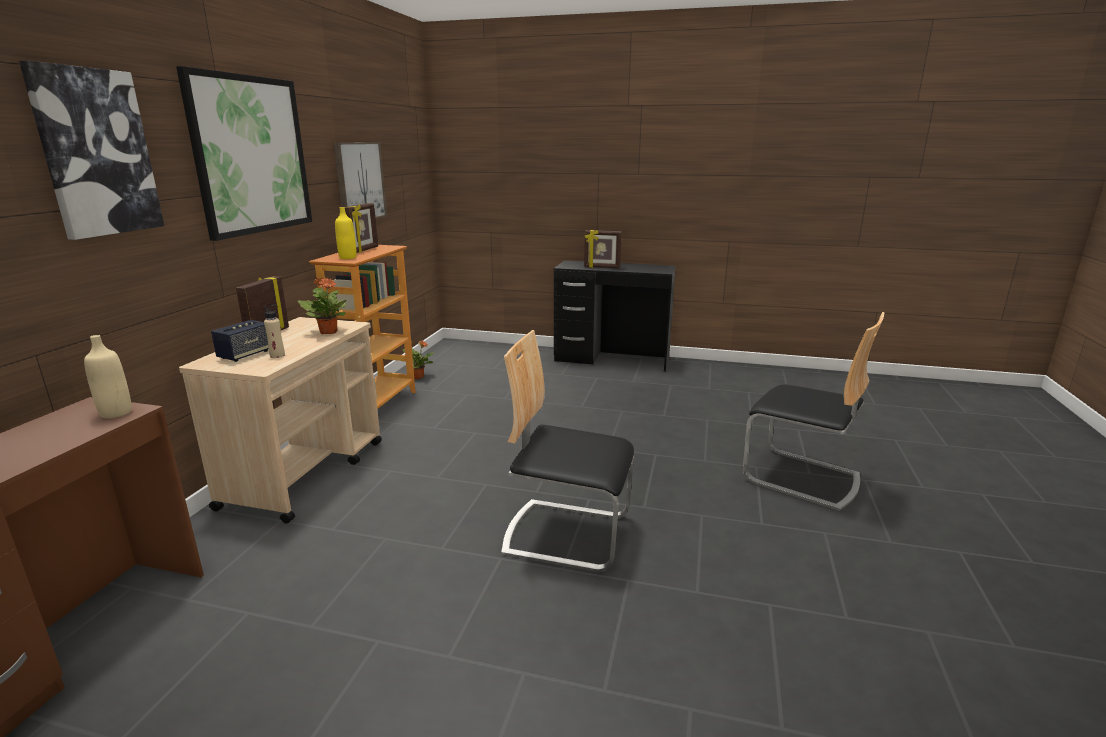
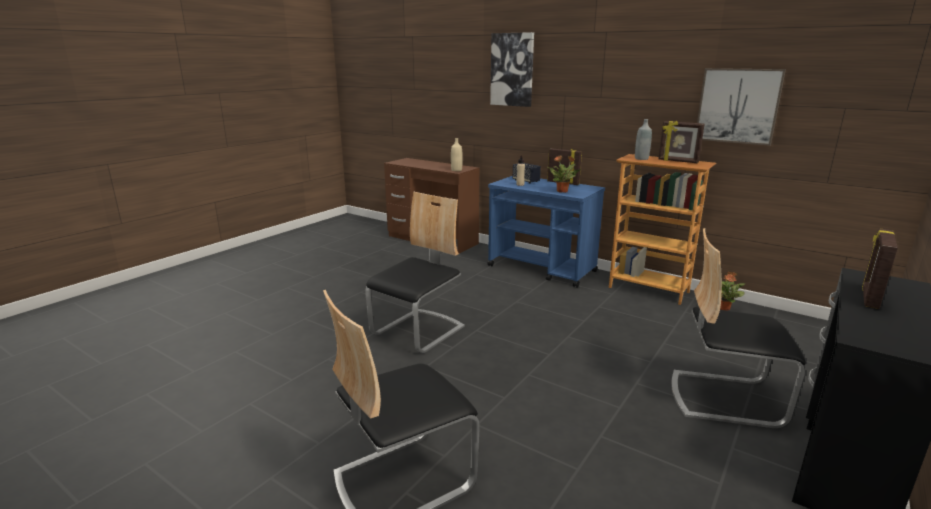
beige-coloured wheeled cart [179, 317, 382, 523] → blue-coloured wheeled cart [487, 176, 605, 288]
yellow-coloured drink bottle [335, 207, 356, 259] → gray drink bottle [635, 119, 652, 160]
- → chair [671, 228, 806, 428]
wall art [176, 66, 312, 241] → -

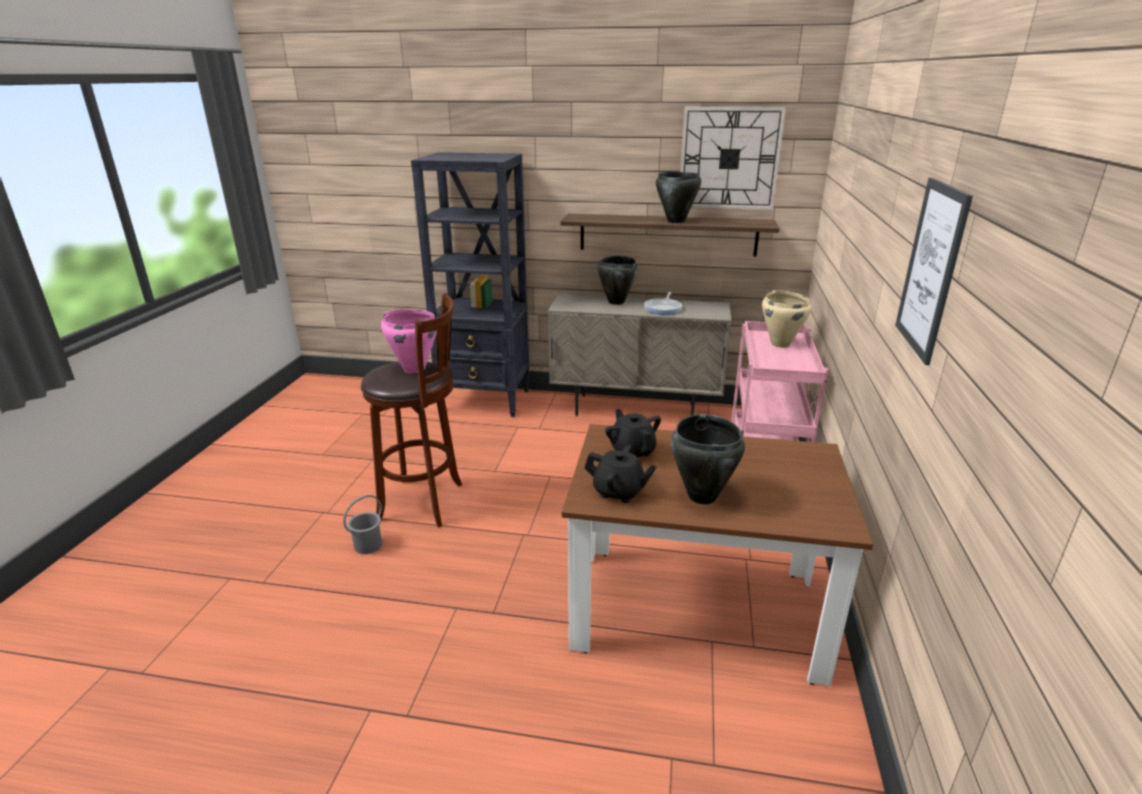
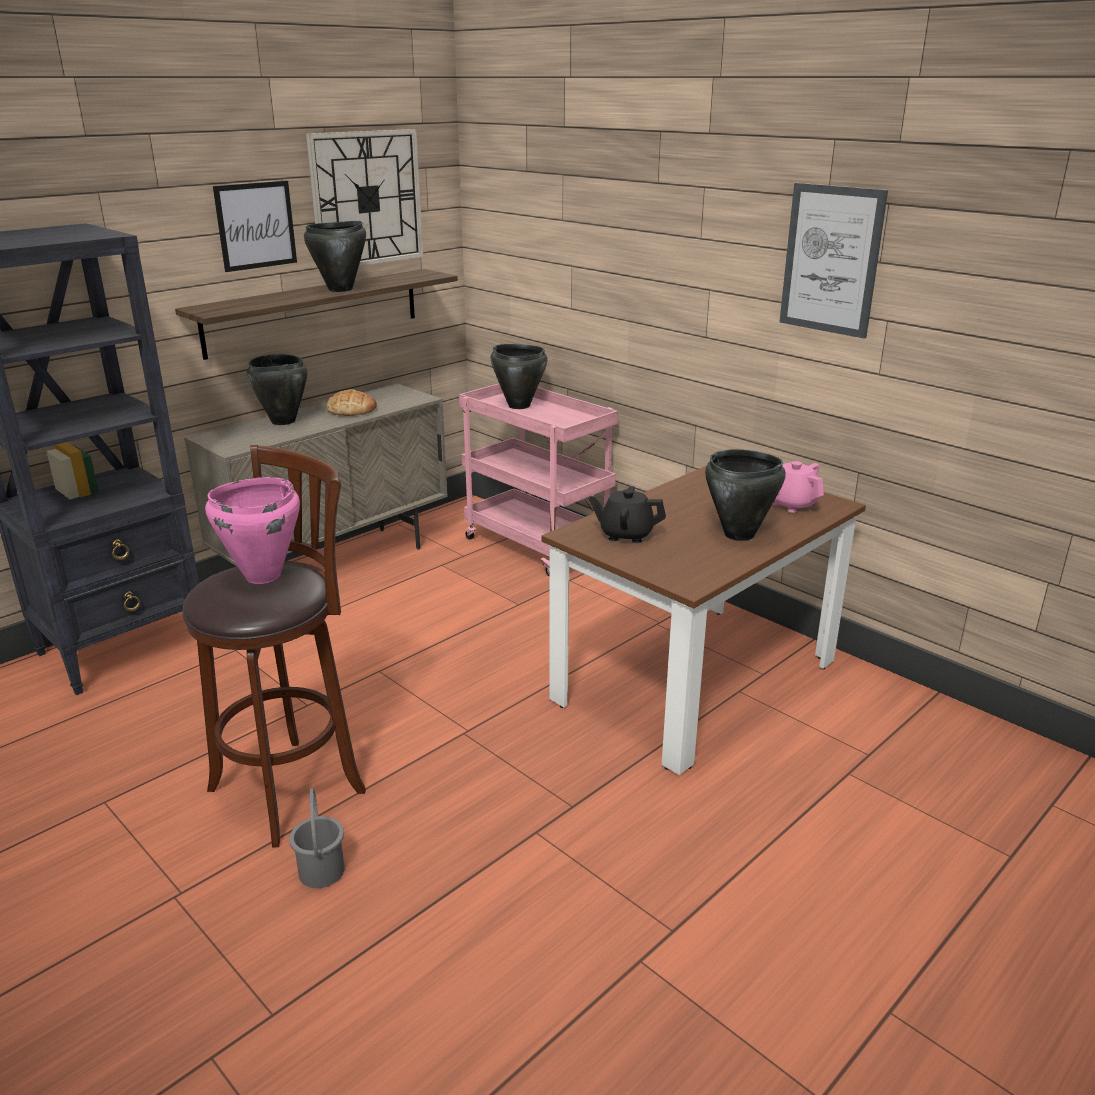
- → wall art [213, 181, 297, 272]
pan [644, 292, 682, 314] → baked bread [326, 389, 377, 416]
beige-coloured saucepot [762, 290, 811, 348] → blackish saucepot [490, 344, 547, 409]
- → pink-coloured teapot [773, 461, 824, 513]
blackish teapot [585, 445, 657, 503] → -

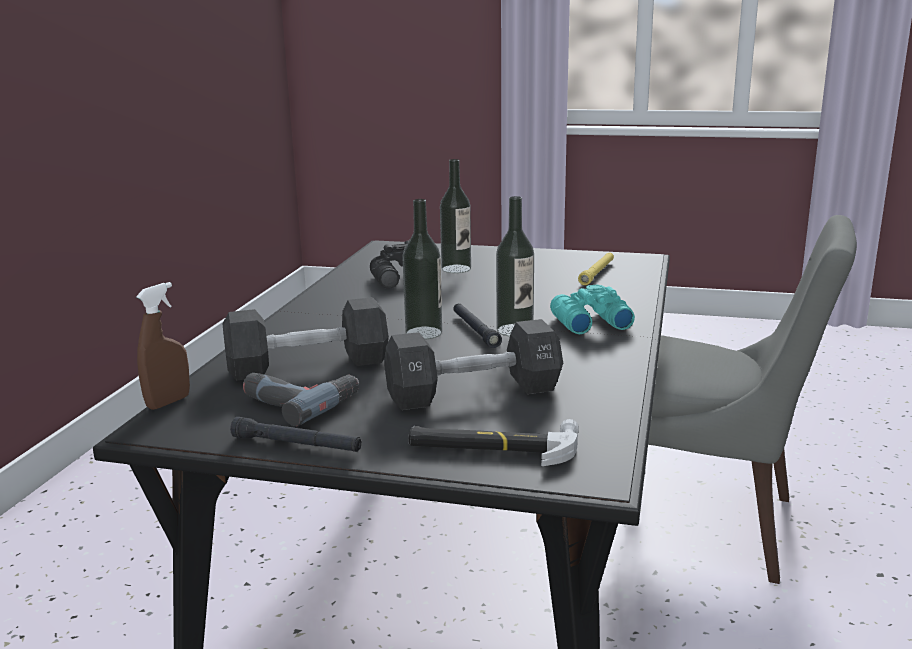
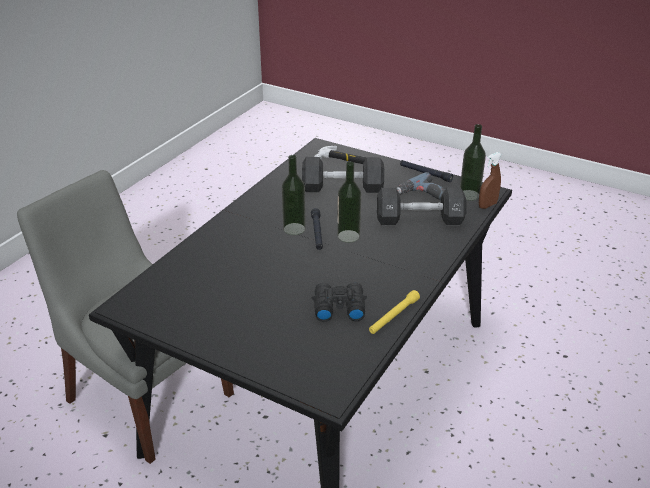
yellow-coloured torch [578, 253, 614, 285] → yellow-coloured torch [369, 290, 420, 334], moved
drink bottle [440, 159, 471, 273] → drink bottle [460, 124, 486, 201], moved
turquoise binoculars [550, 285, 635, 334] → -

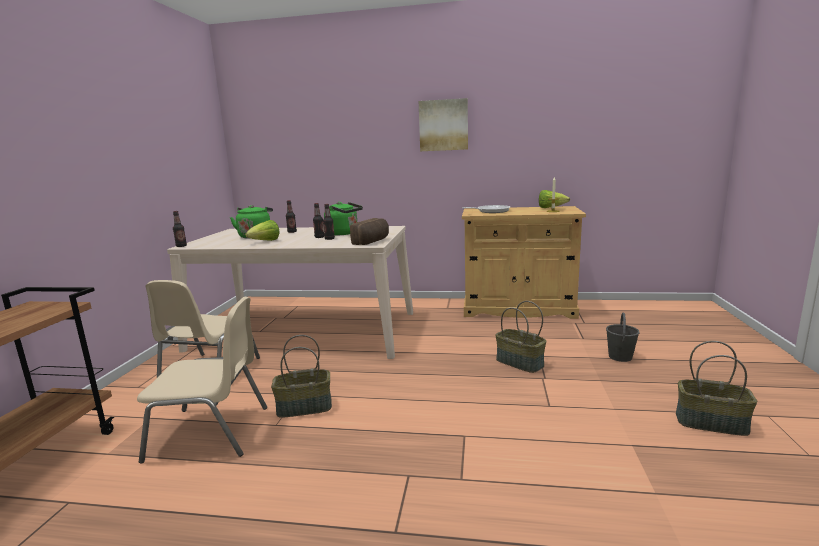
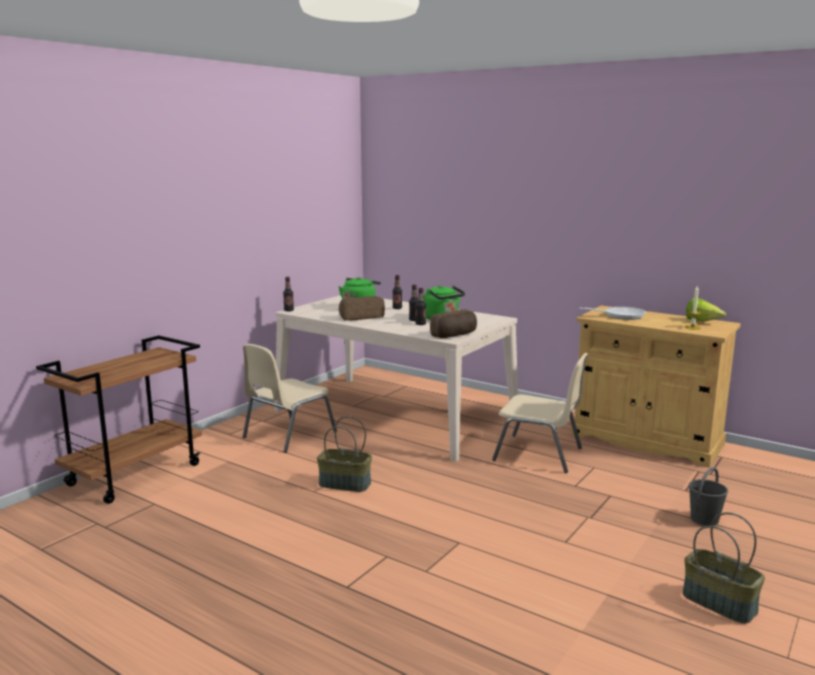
lettuce [245, 220, 279, 241] → baked bread [339, 296, 385, 321]
beige-coloured chair [137, 297, 267, 463] → beige-coloured chair [492, 353, 589, 473], moved
wall art [419, 98, 468, 151] → -
household basket [496, 301, 546, 373] → -

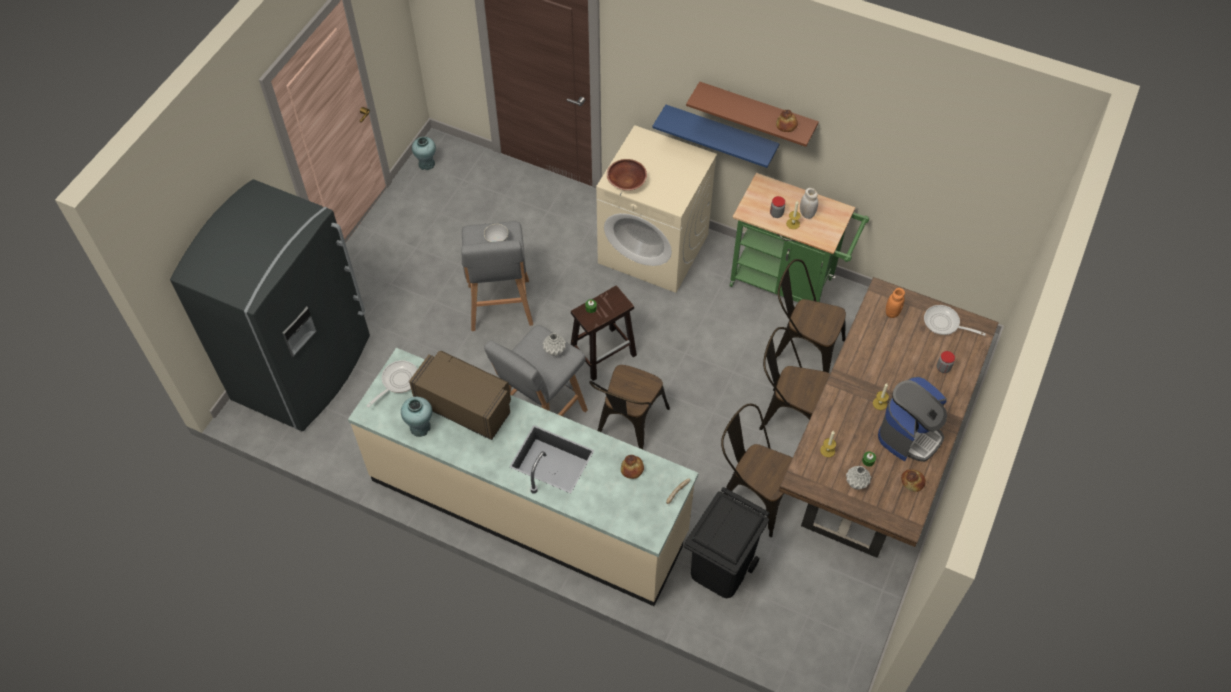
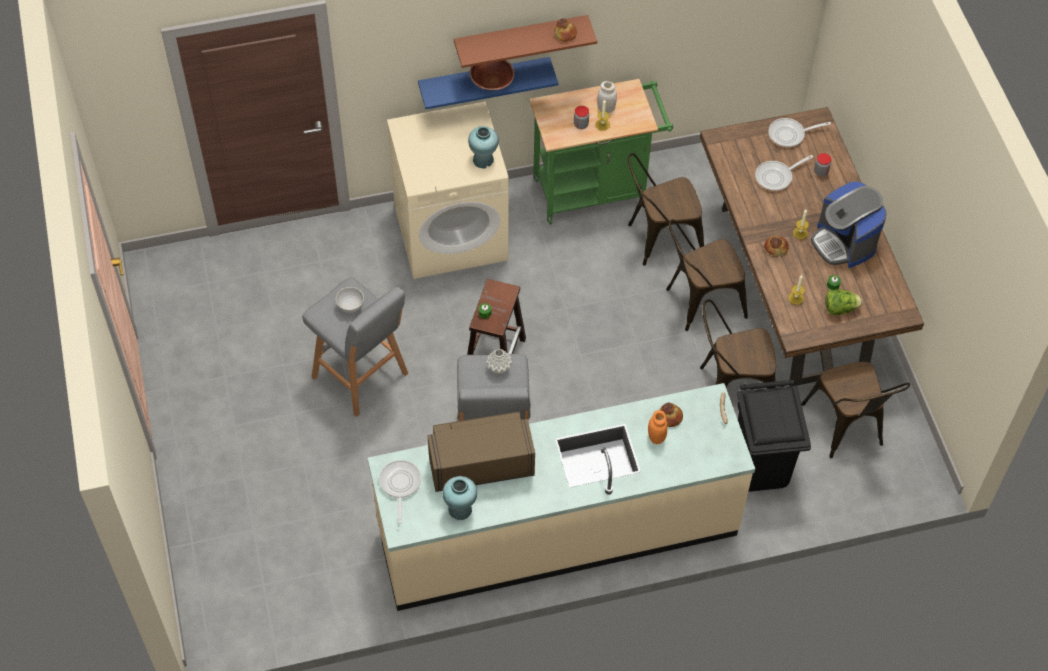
turquoise decorative vase [412, 137, 436, 170] → turquoise decorative vase [468, 126, 499, 169], moved
brownish deep dish [607, 159, 647, 191] → brownish deep dish [469, 60, 515, 90], moved
orange-coloured jar [886, 288, 905, 318] → orange-coloured jar [648, 410, 667, 444], moved
- → pan [755, 155, 813, 191]
baked bread [901, 469, 926, 492] → baked bread [764, 236, 789, 256], moved
brownish chair [589, 365, 670, 450] → brownish chair [801, 362, 910, 458], moved
coffee machine [878, 377, 947, 462] → coffee machine [811, 181, 886, 268], 150 degrees clockwise
gray decorative vase [846, 466, 871, 489] → lettuce [825, 289, 862, 315]
gray refrigerator [170, 179, 370, 431] → -

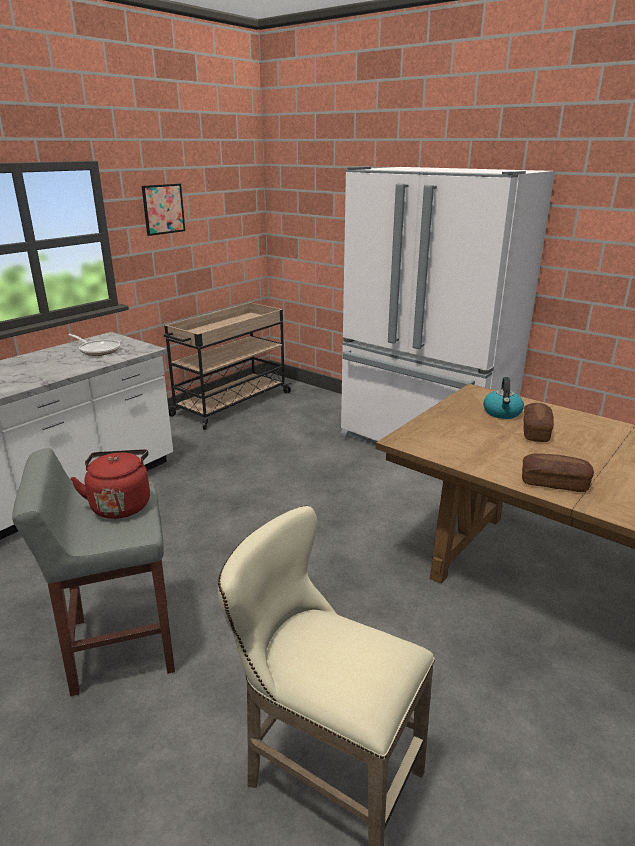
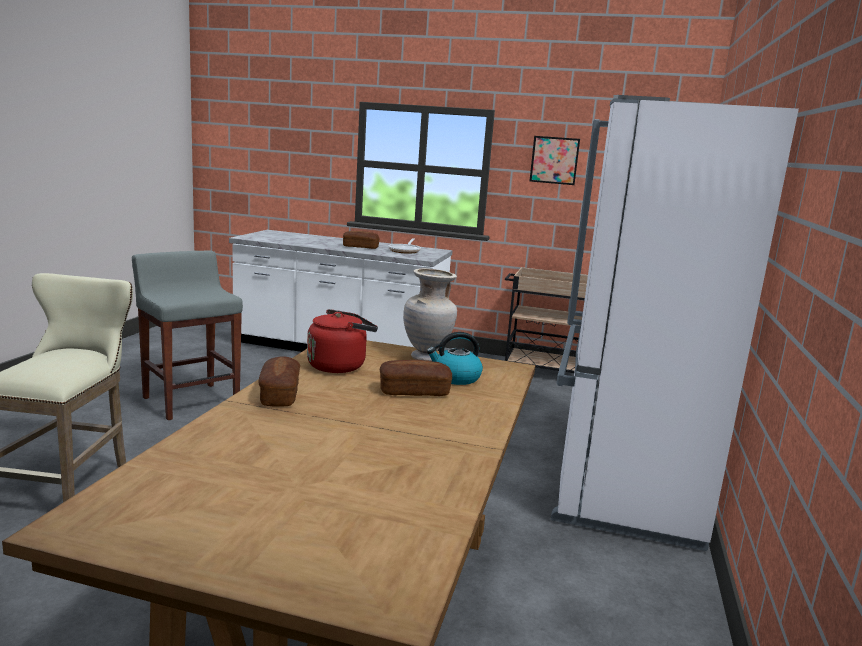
red-coloured kettle [70, 449, 150, 519] → red-coloured kettle [307, 309, 378, 373], moved
- → baked bread [343, 231, 380, 249]
- → beige-coloured decorative vase [403, 268, 457, 361]

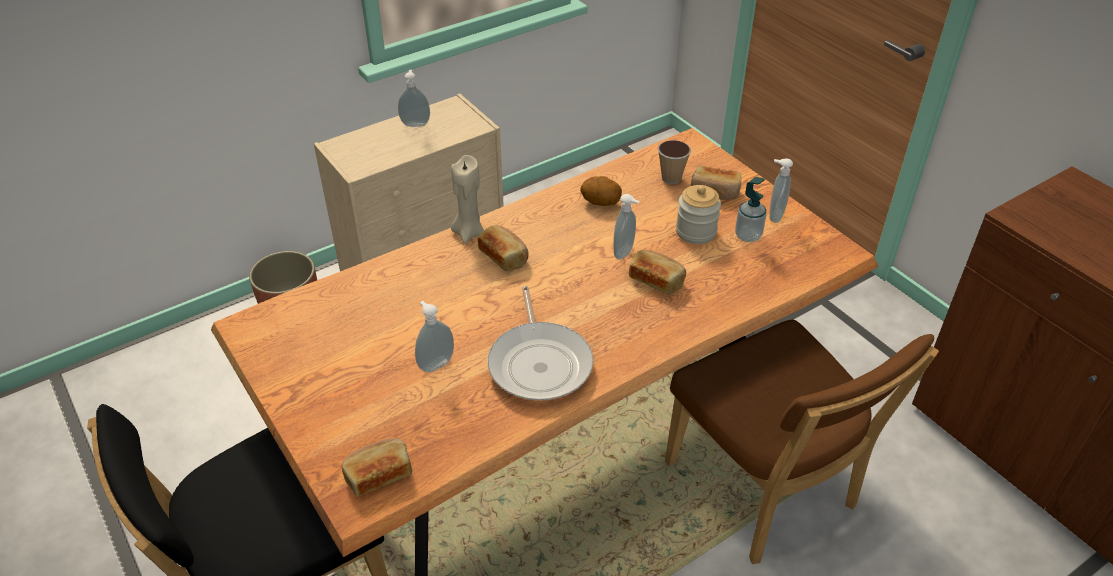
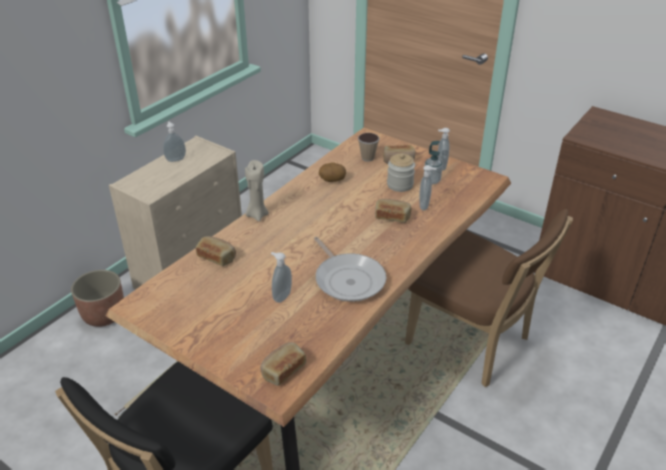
baked bread [478, 225, 529, 271] → baked bread [196, 236, 236, 266], moved
liquid soap bottle [613, 194, 639, 260] → liquid soap bottle [419, 165, 437, 210], moved

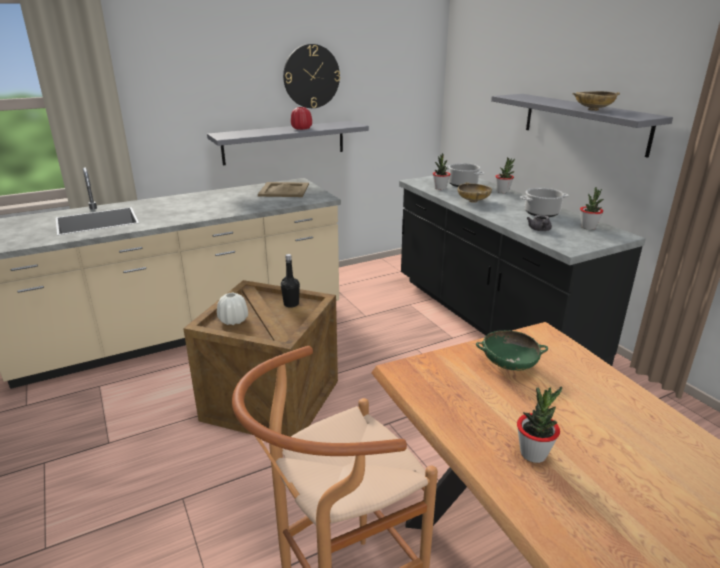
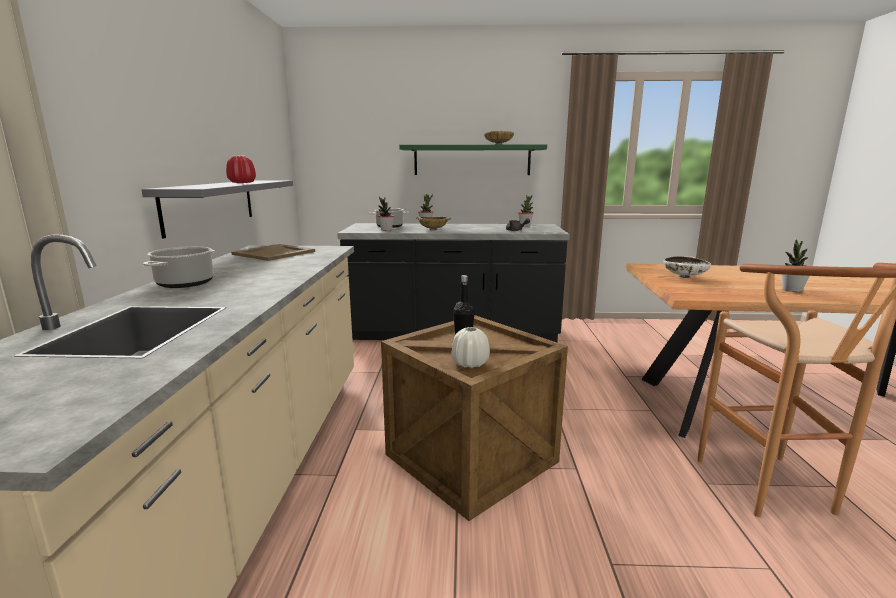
saucepot [520, 188, 569, 217] → saucepot [143, 246, 215, 288], moved
gray bracket shelf [491, 94, 673, 158] → green bracket shelf [399, 145, 547, 175]
green deep dish [476, 330, 548, 371] → white-coloured deep dish [663, 256, 711, 278]
clock on the wall [283, 44, 340, 108] → -

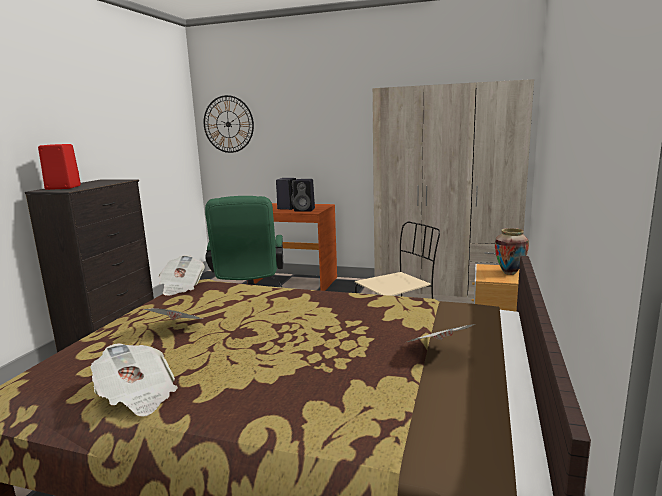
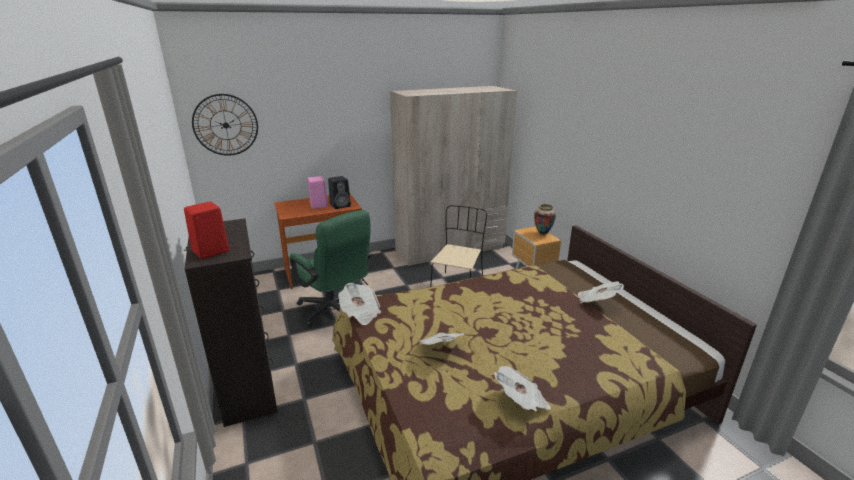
blackish speaker [276, 178, 296, 210] → pink-coloured speaker [307, 176, 328, 209]

